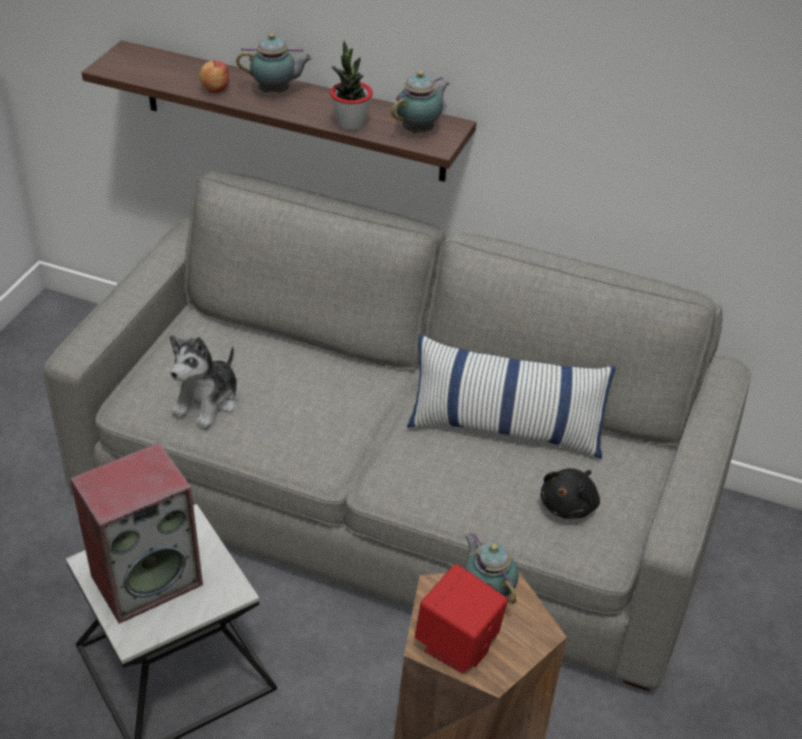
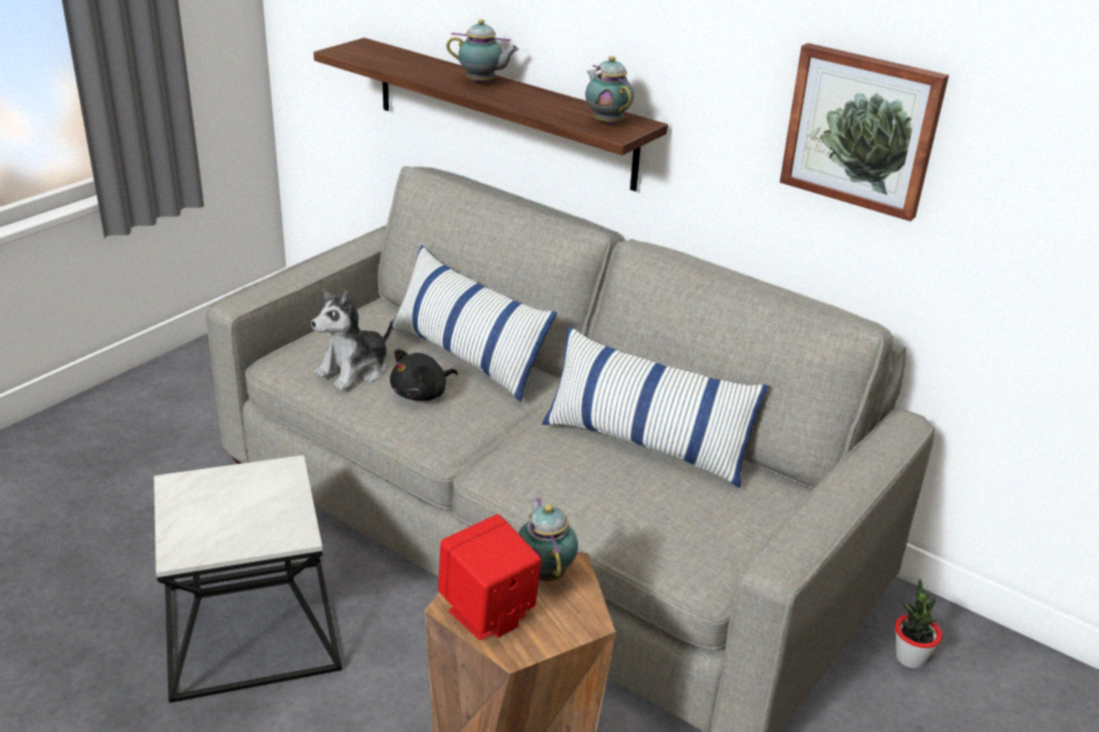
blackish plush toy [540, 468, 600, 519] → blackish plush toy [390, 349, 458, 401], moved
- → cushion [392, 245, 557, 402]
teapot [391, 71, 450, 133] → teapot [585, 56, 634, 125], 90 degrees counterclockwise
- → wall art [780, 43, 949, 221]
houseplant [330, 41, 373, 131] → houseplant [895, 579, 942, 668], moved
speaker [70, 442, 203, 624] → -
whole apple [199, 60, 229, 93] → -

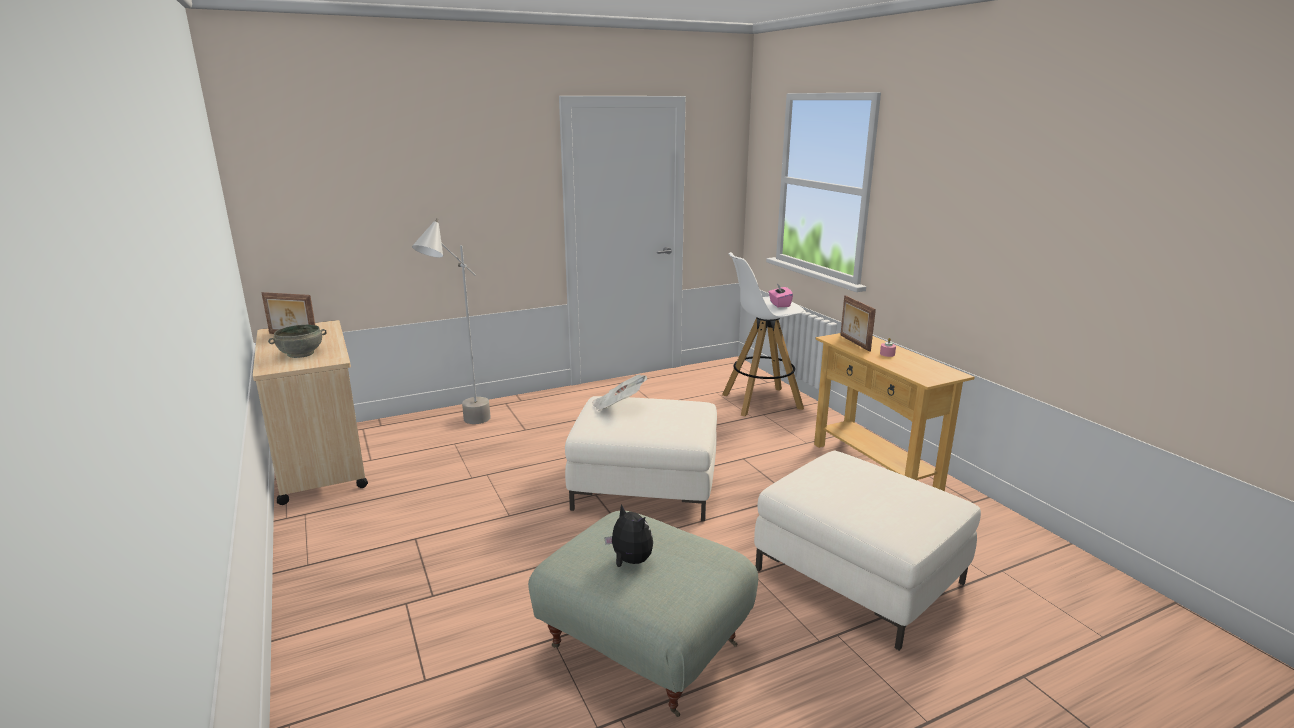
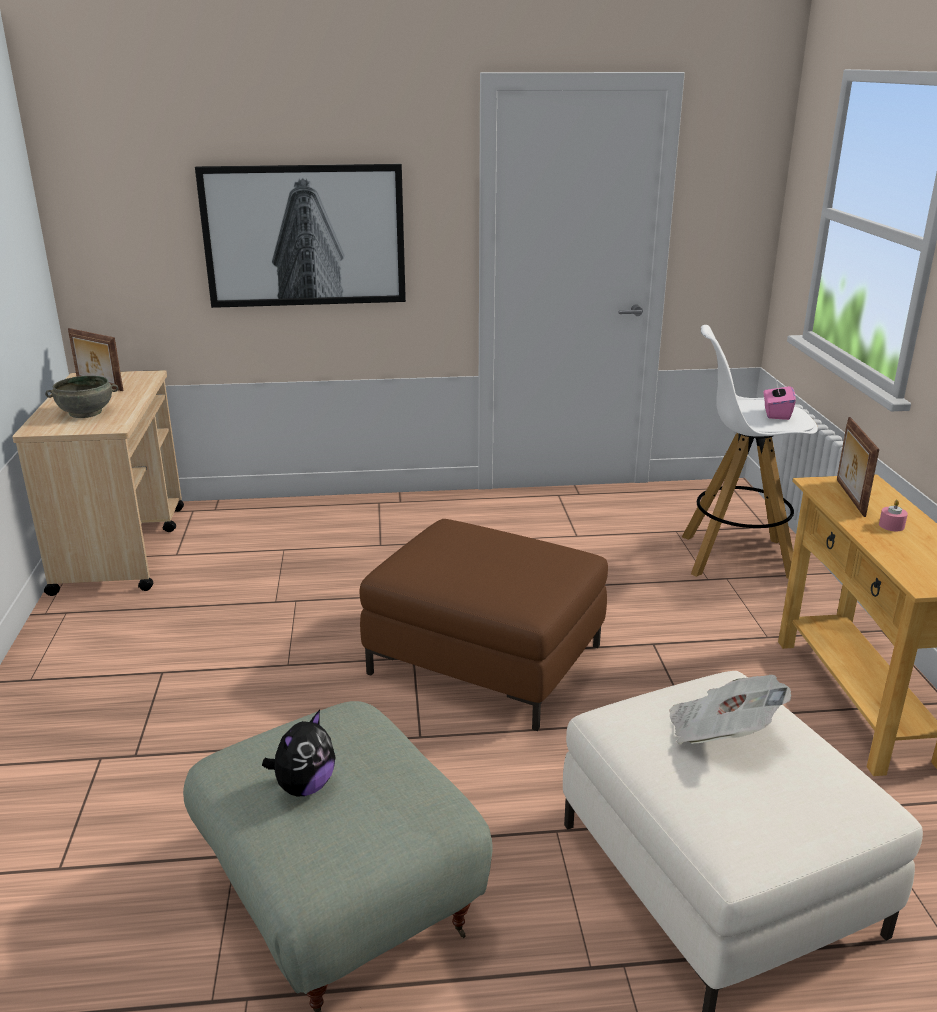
- → wall art [195, 164, 406, 308]
plush toy [604, 504, 653, 567] → plush toy [262, 710, 336, 797], 60 degrees clockwise
white-coloured footrest [565, 396, 717, 521] → brownish footrest [360, 519, 608, 731]
newspaper [592, 374, 647, 411] → newspaper [669, 675, 791, 744], moved
gray standing lamp [412, 218, 491, 424] → -

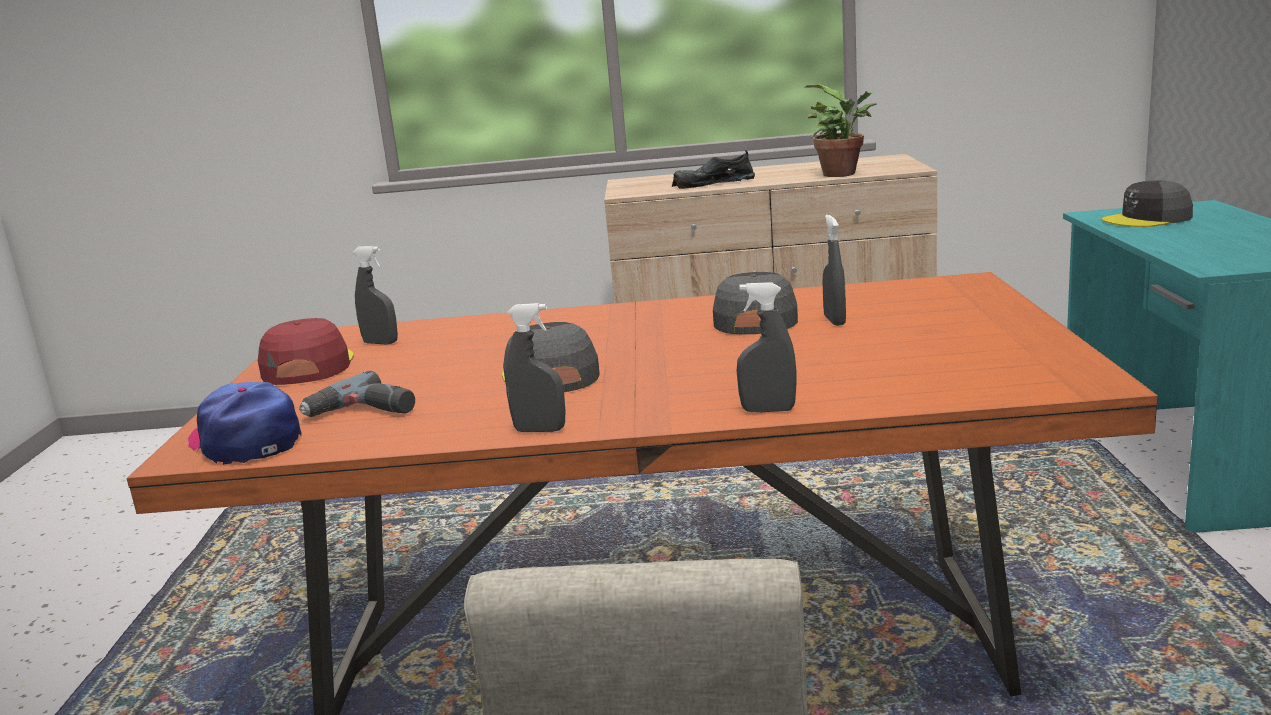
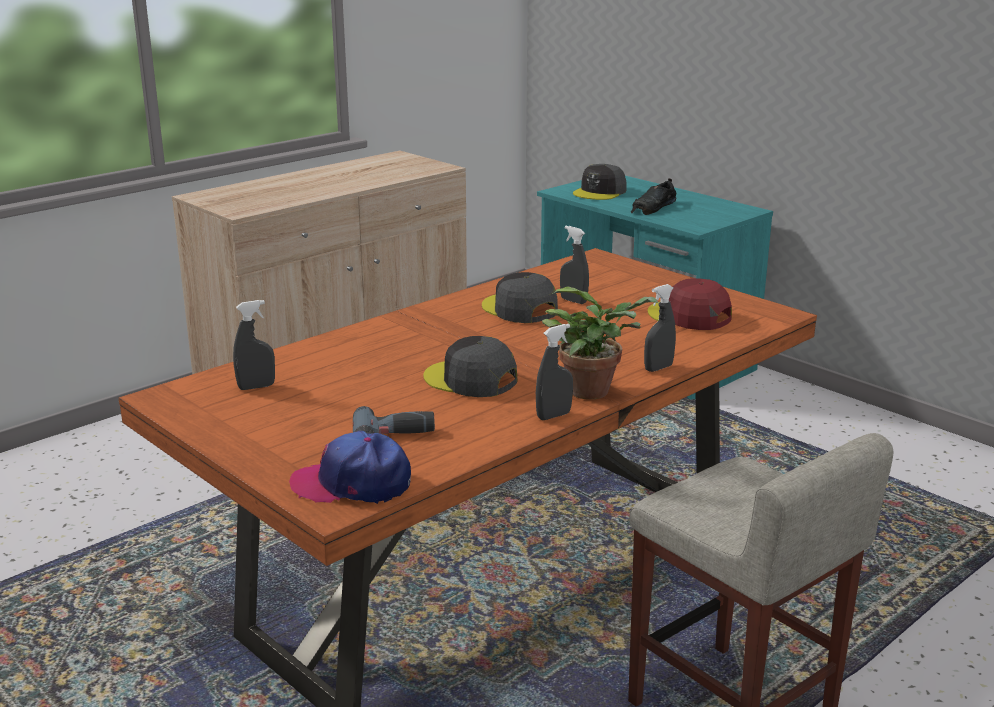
houseplant [804, 84, 877, 177] → houseplant [542, 286, 658, 399], moved
blackish item of footwear [672, 150, 755, 189] → blackish item of footwear [631, 178, 677, 215], moved
red-coloured peaked cap [258, 318, 354, 385] → red-coloured peaked cap [648, 278, 732, 330], moved

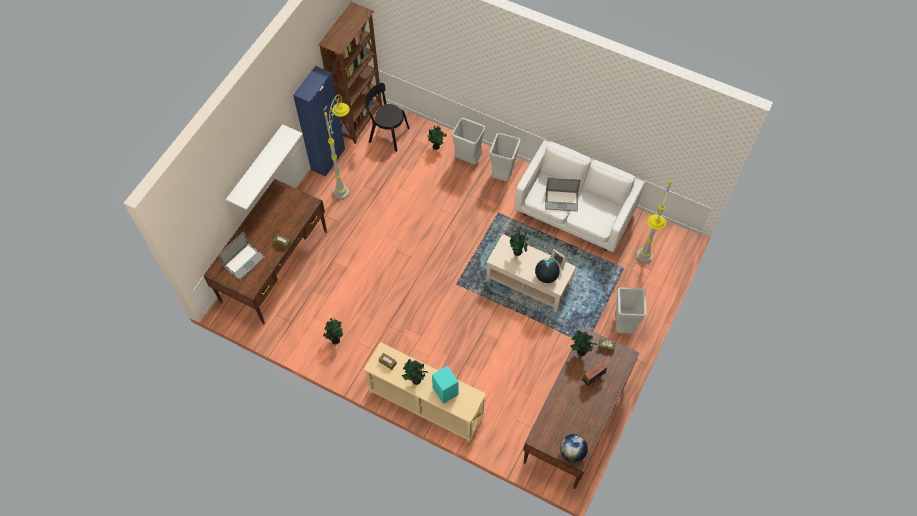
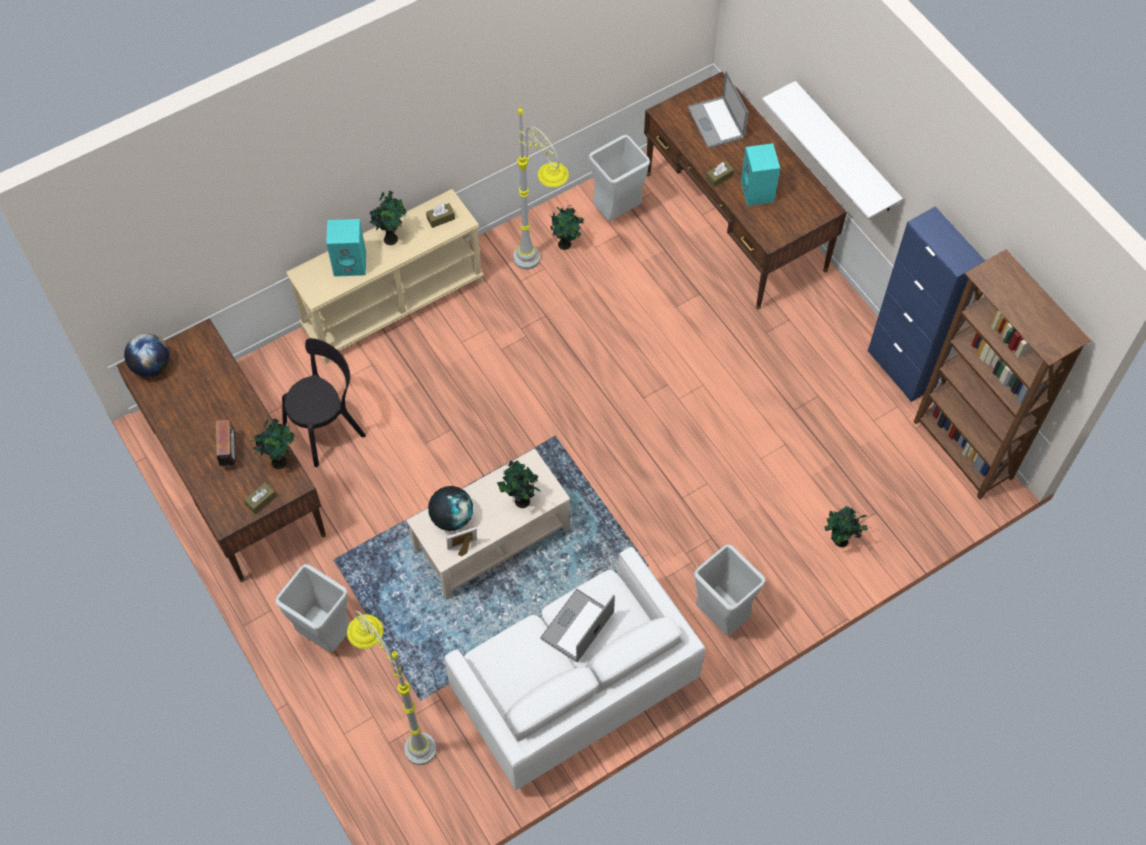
blackish chair [365, 83, 410, 152] → blackish chair [282, 338, 366, 467], moved
gray standing lamp [324, 94, 350, 200] → gray standing lamp [513, 105, 569, 270], moved
gray waste bin [452, 118, 485, 165] → gray waste bin [589, 135, 650, 221], moved
- → turquoise speaker [741, 143, 780, 206]

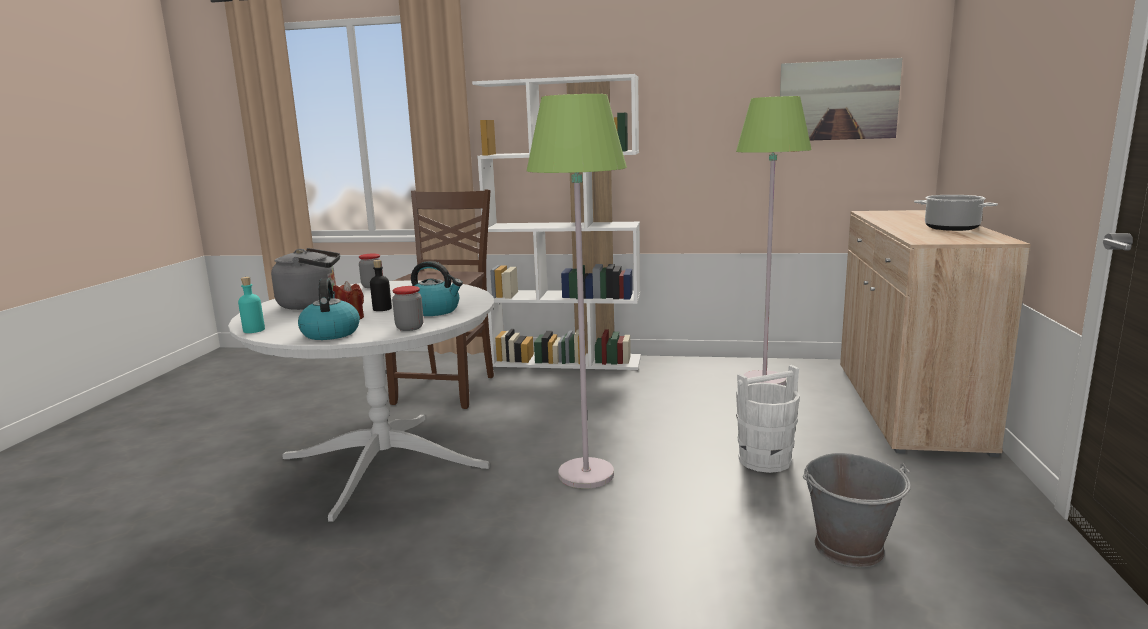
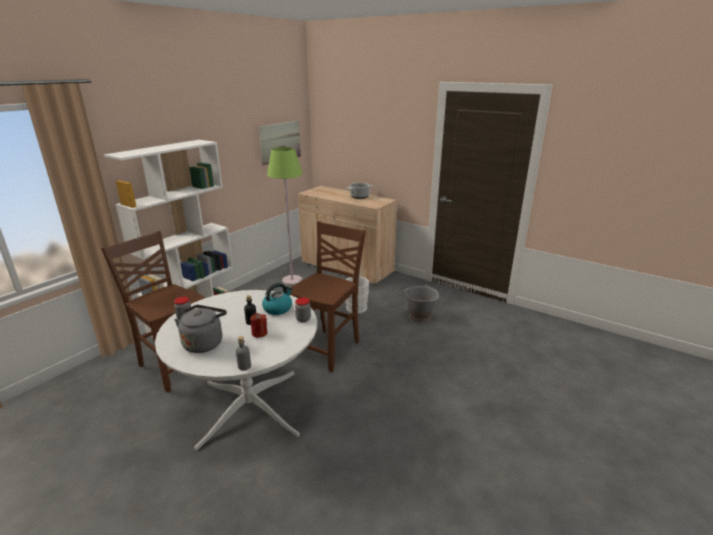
turquoise drink bottle [238, 277, 265, 333] → gray drink bottle [236, 336, 251, 371]
green standing lamp [527, 94, 627, 489] → brownish chair [290, 221, 366, 373]
kettle [298, 278, 360, 340] → -

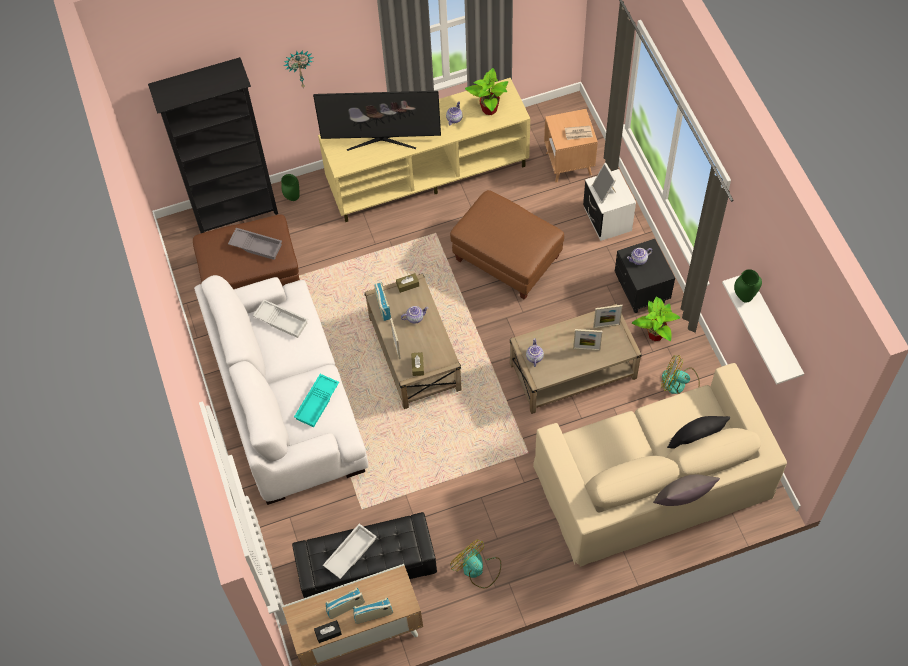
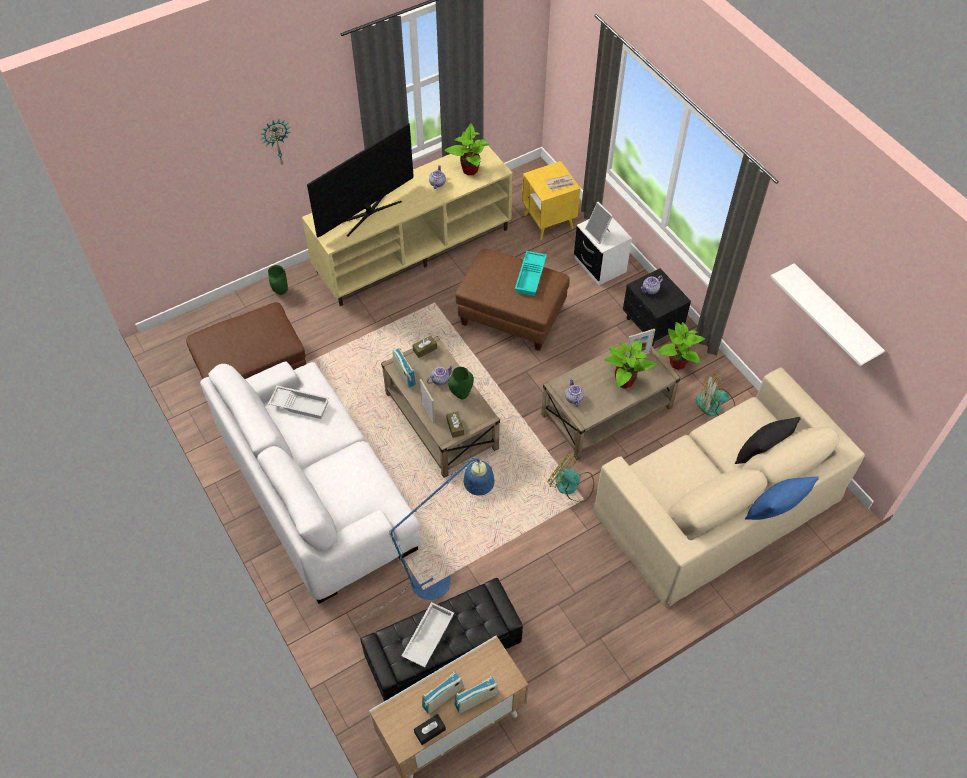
television [313, 91, 441, 151] → television [307, 123, 414, 238], 150 degrees clockwise
- → blue-coloured standing lamp [332, 458, 495, 635]
green decorative vase [734, 269, 762, 303] → green decorative vase [448, 367, 474, 399], moved
turquoise carrying tray [294, 374, 339, 427] → turquoise carrying tray [515, 251, 547, 296], moved
brownish end table [544, 109, 598, 183] → yellow-coloured end table [522, 161, 580, 240]
electric fan [450, 539, 501, 589] → electric fan [548, 452, 594, 502], moved
picture frame [573, 329, 602, 351] → houseplant [604, 340, 656, 389]
gray cushion [653, 475, 720, 506] → blue-coloured cushion [745, 476, 819, 520]
blackish shelving unit [148, 57, 278, 233] → -
gray carrying tray [228, 228, 282, 260] → -

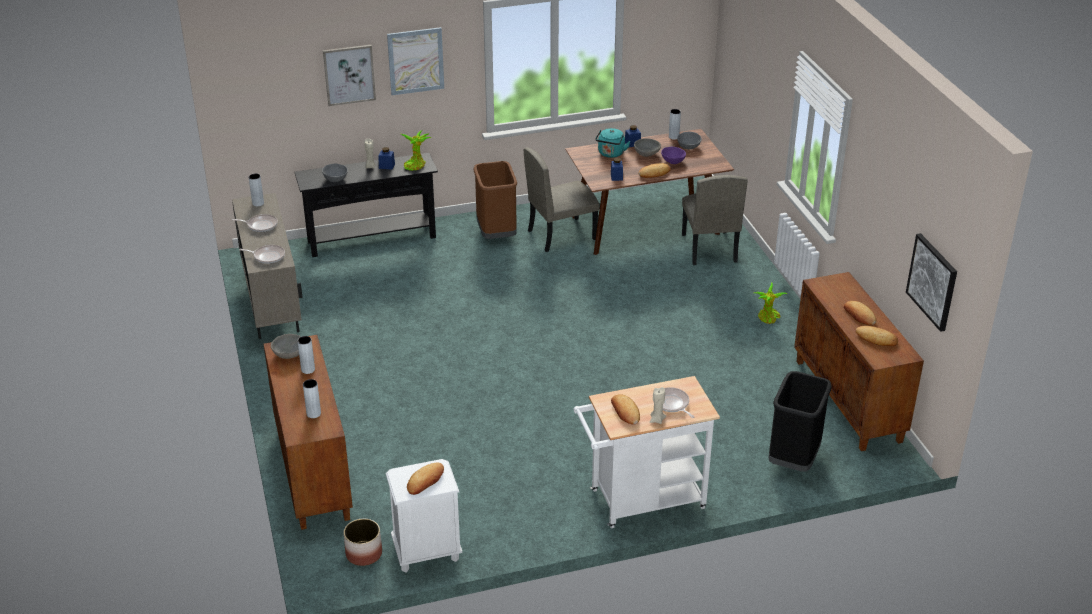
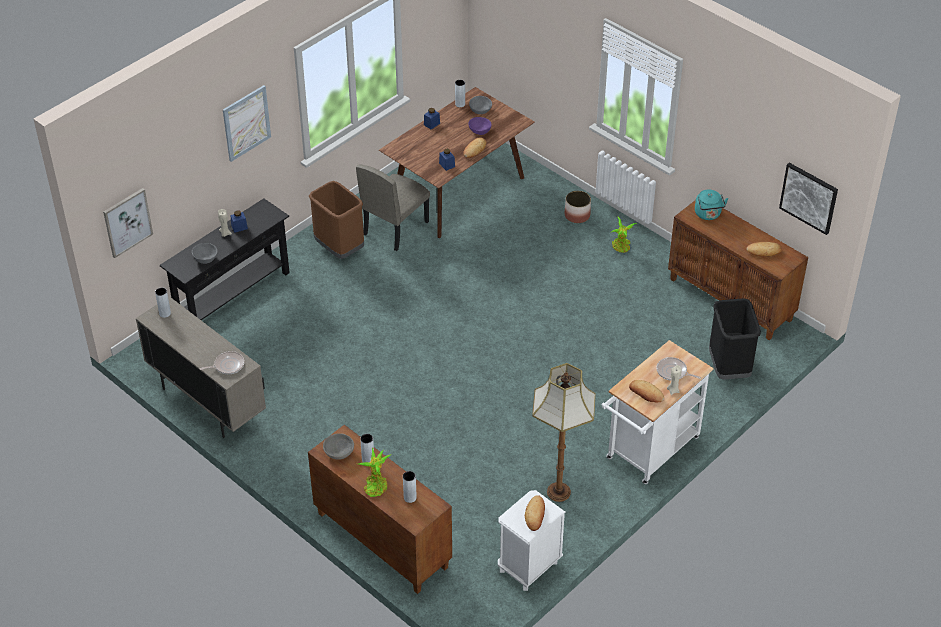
wall art [323, 45, 376, 106] → wall art [103, 188, 153, 258], moved
houseplant [401, 130, 431, 171] → houseplant [358, 448, 392, 497], moved
- → standing lamp [532, 363, 596, 502]
flower pot [343, 519, 382, 566] → flower pot [565, 191, 591, 223], moved
turquoise kettle [595, 128, 630, 158] → turquoise kettle [695, 189, 728, 220], moved
pan [233, 214, 278, 232] → -
gray deep dish [634, 138, 661, 157] → -
beige-coloured chair [682, 175, 748, 265] → -
baked bread [844, 301, 876, 325] → -

